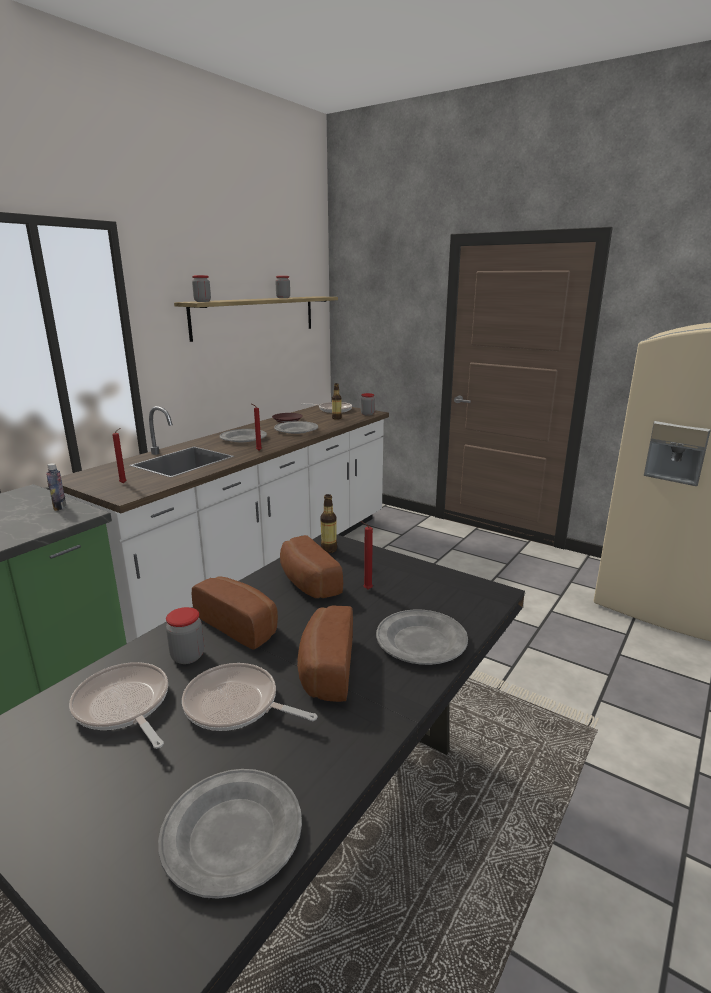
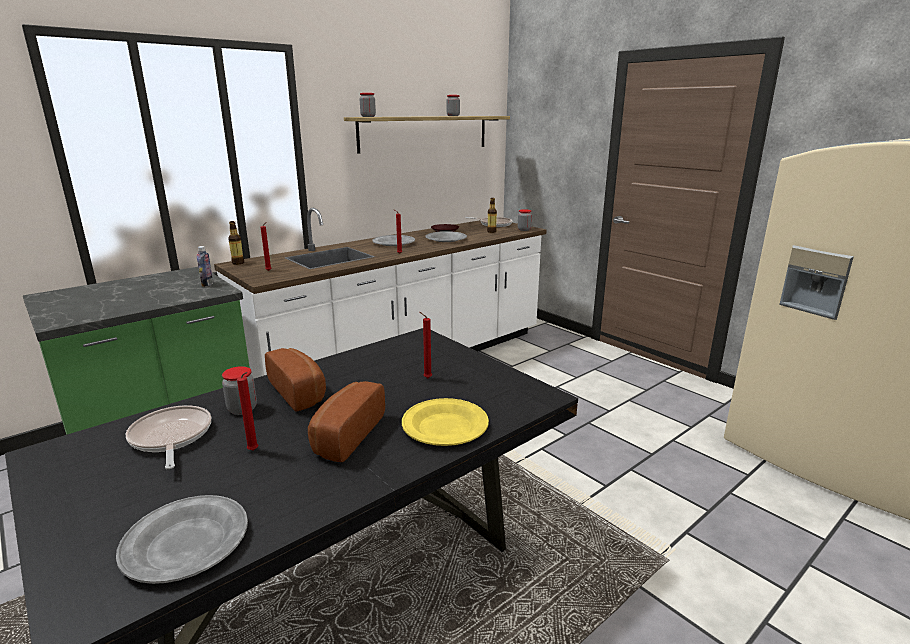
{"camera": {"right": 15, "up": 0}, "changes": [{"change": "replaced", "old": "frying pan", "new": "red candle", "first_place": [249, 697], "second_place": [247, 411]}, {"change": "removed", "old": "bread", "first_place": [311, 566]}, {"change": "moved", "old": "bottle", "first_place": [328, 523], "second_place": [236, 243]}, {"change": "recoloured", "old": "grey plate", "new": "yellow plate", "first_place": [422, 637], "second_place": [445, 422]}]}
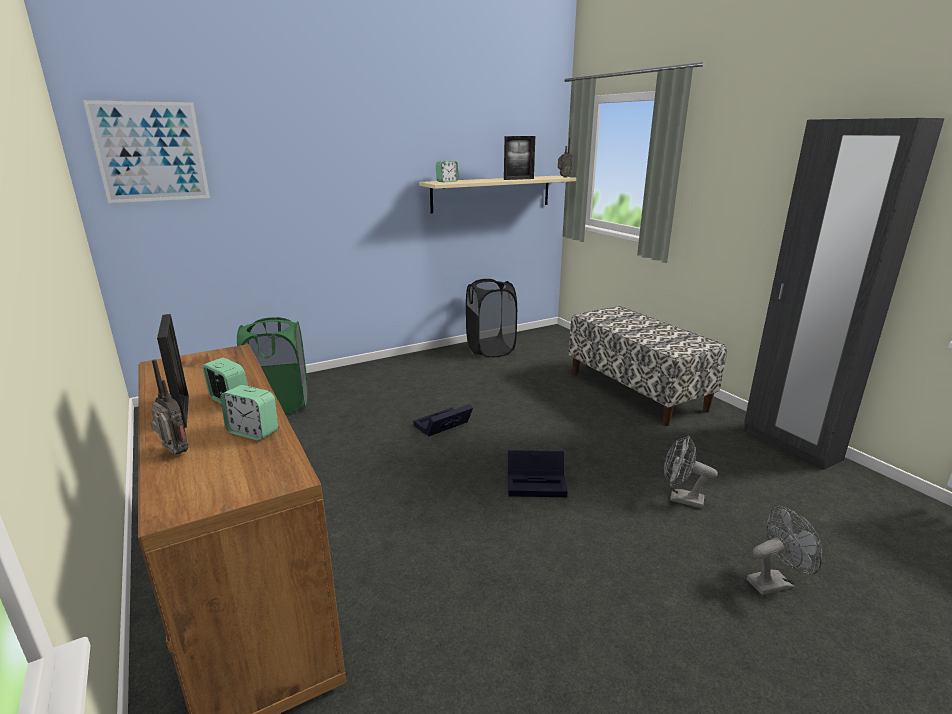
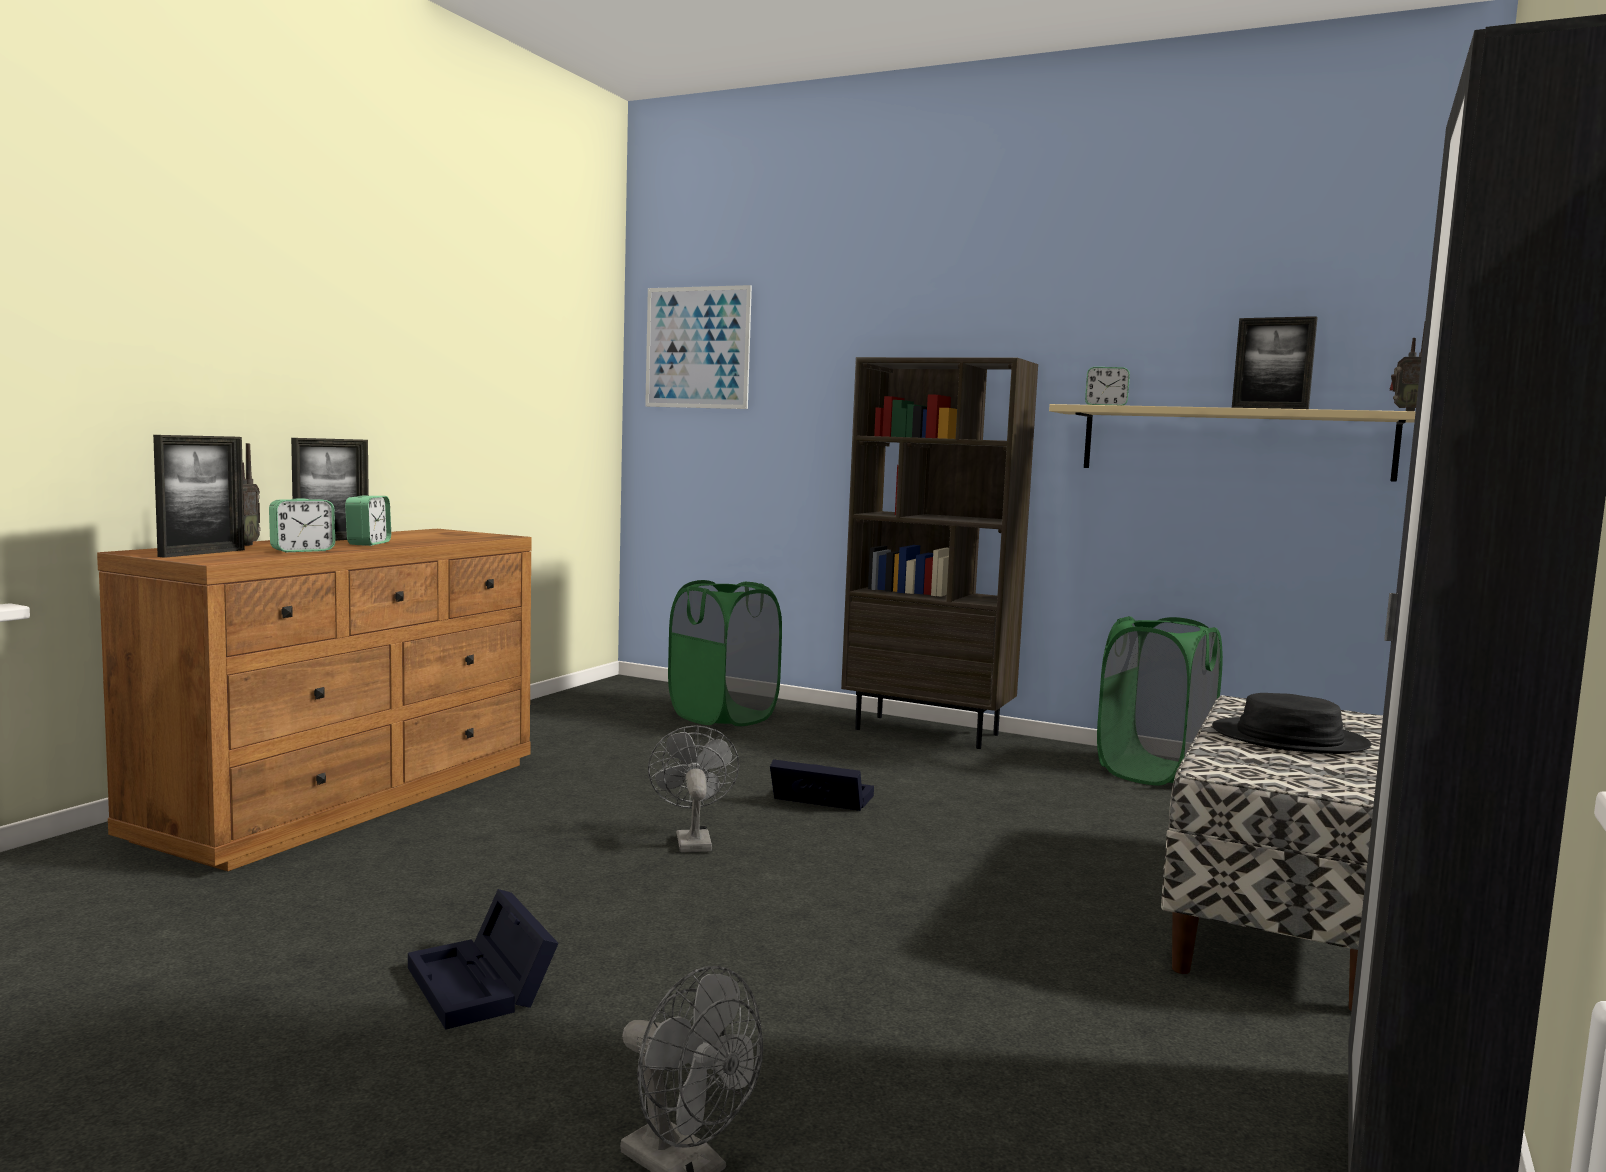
{"camera": {"right": 55, "up": -15}, "changes": [{"change": "turned", "old": "alarm clock", "first_place": [249, 413], "second_place": [302, 525], "degrees": -120}, {"change": "recoloured", "old": "black laundry basket", "new": "green laundry basket", "first_place": [491, 318], "second_place": [1160, 700]}, {"change": "moved", "old": "black storage box", "first_place": [537, 473], "second_place": [483, 959]}, {"change": "moved", "old": "grey fan", "first_place": [691, 471], "second_place": [693, 789]}, {"change": "added", "new": "picture frame", "second_place": [199, 496]}, {"change": "added", "new": "brown bookcase", "second_place": [939, 553]}, {"change": "added", "new": "black hat", "second_place": [1291, 723]}]}
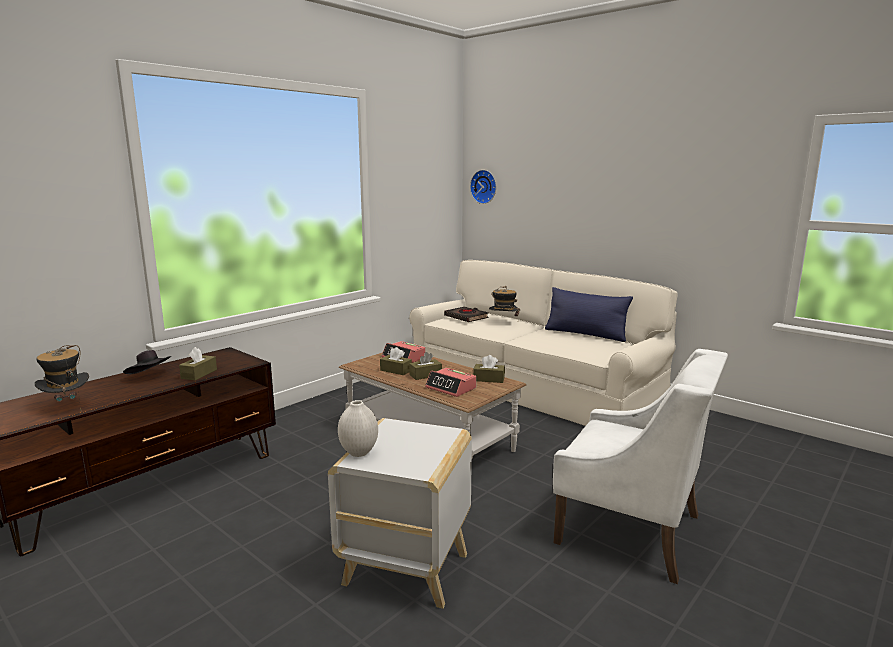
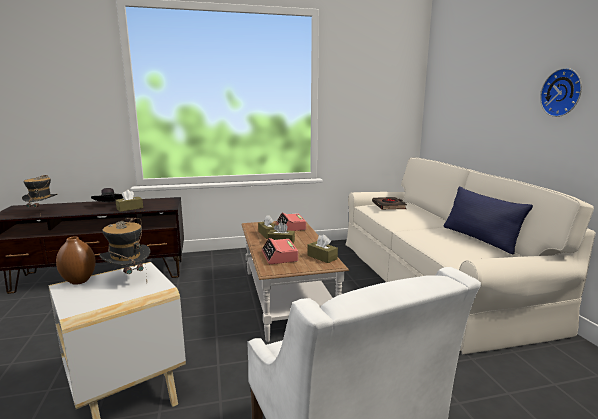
{"camera": {"right": 35, "up": 0}, "changes": [{"change": "recoloured", "old": "white vase", "new": "brown vase", "first_place": [358, 428], "second_place": [76, 261]}, {"change": "moved", "old": "wall clock", "first_place": [483, 187], "second_place": [561, 92]}, {"change": "moved", "old": "hat", "first_place": [504, 301], "second_place": [125, 250]}]}
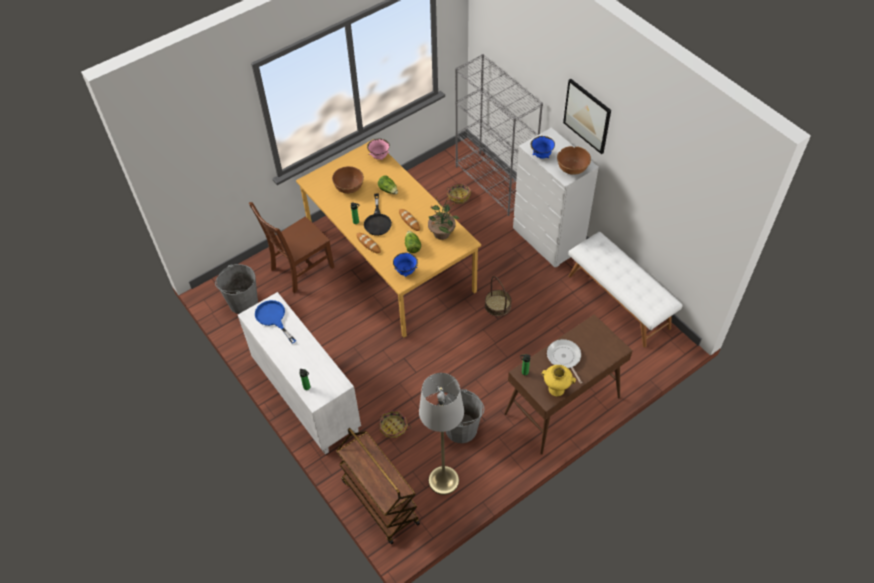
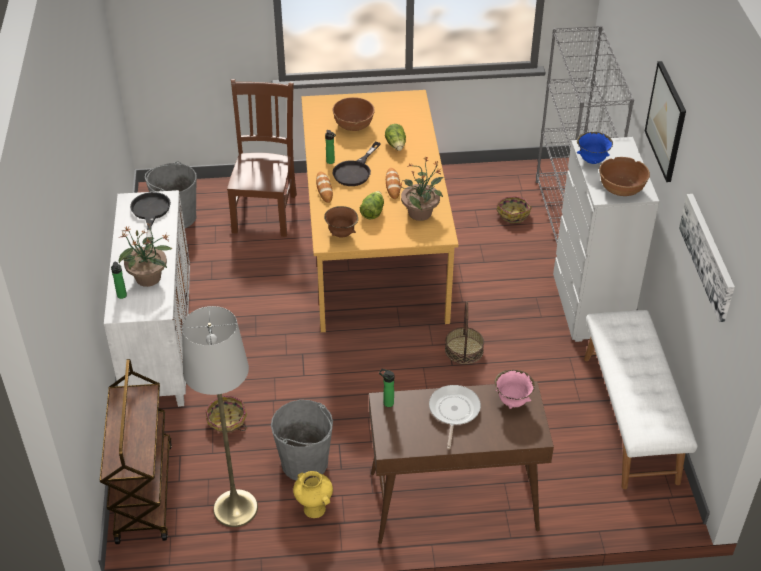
{"camera": {"right": 30, "up": -10}, "changes": [{"change": "turned", "old": "brown chair", "first_place": [291, 247], "second_place": [262, 158], "degrees": 105}, {"change": "recoloured", "old": "blue frying pan", "new": "black frying pan", "first_place": [275, 321], "second_place": [150, 218]}, {"change": "moved", "old": "pink bowl", "first_place": [378, 149], "second_place": [514, 389]}, {"change": "recoloured", "old": "blue bowl", "new": "brown bowl", "first_place": [405, 265], "second_place": [341, 222]}, {"change": "moved", "old": "yellow vase", "first_place": [559, 380], "second_place": [313, 494]}, {"change": "added", "new": "potted plant", "second_place": [145, 255]}, {"change": "added", "new": "picture", "second_place": [707, 258]}]}
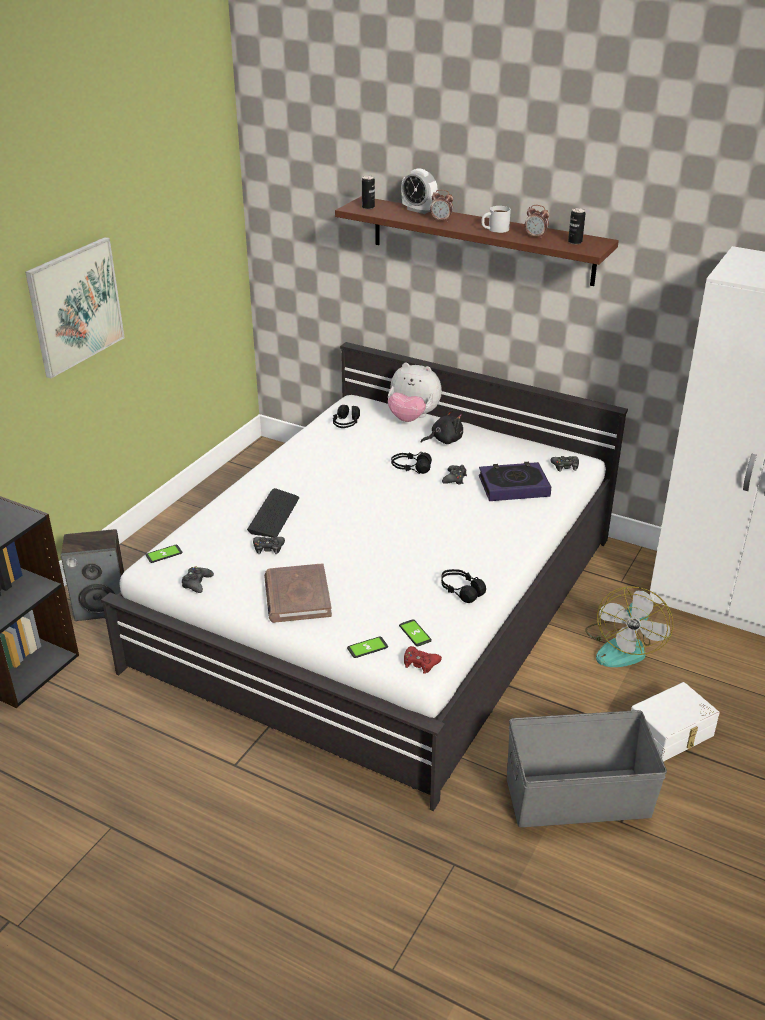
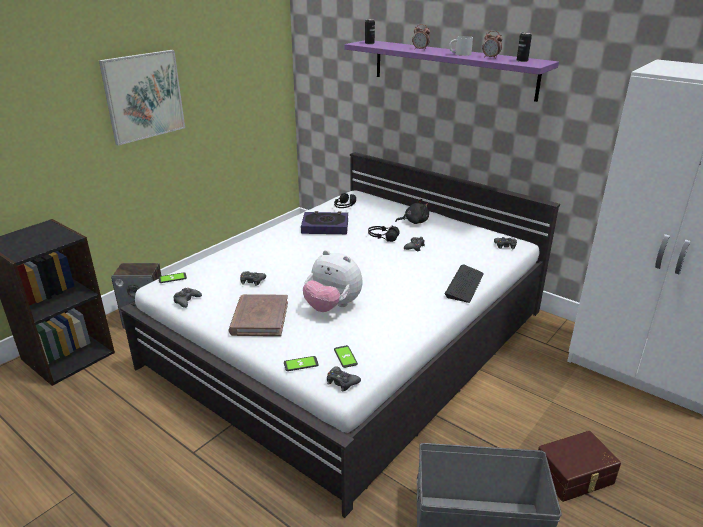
{"camera": {"right": 10, "up": -5}, "changes": [{"change": "moved", "old": "keyboard", "first_place": [273, 512], "second_place": [464, 283]}, {"change": "recoloured", "old": "brown shelf", "new": "purple shelf", "first_place": [477, 241], "second_place": [452, 71]}, {"change": "moved", "old": "plush toy", "first_place": [415, 392], "second_place": [332, 281]}, {"change": "removed", "old": "alarm clock", "first_place": [419, 191]}, {"change": "recoloured", "old": "red game controller", "new": "black game controller", "first_place": [423, 660], "second_place": [344, 379]}, {"change": "removed", "old": "black headphones", "first_place": [463, 586]}, {"change": "moved", "old": "book", "first_place": [515, 481], "second_place": [324, 222]}, {"change": "removed", "old": "fan", "first_place": [629, 626]}, {"change": "recoloured", "old": "white storage box", "new": "brown storage box", "first_place": [675, 722], "second_place": [579, 466]}]}
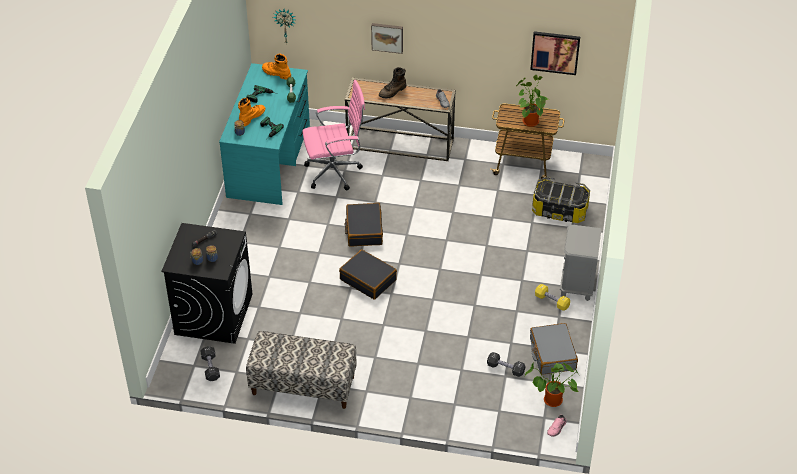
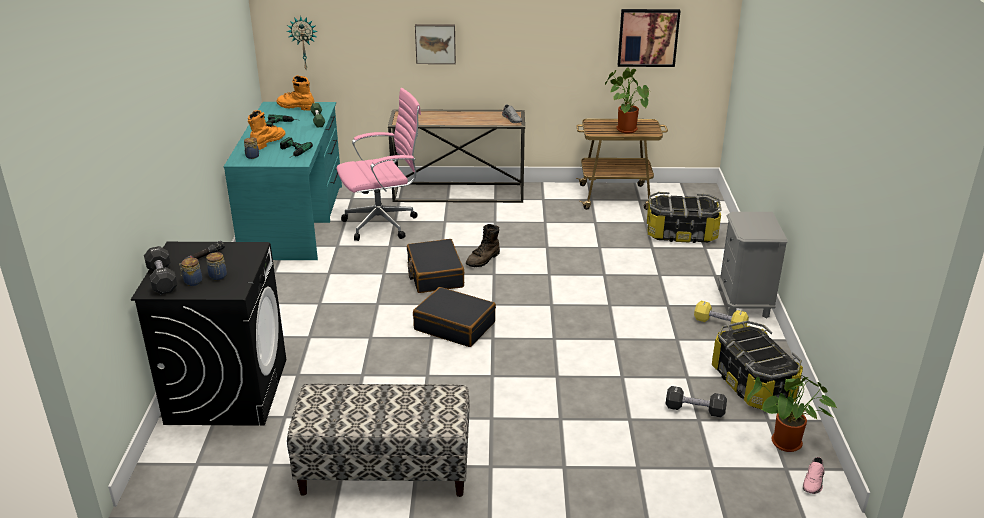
{"camera": {"right": -10, "up": -15}, "changes": [{"change": "moved", "old": "black dumbbell", "first_place": [210, 363], "second_place": [160, 270]}, {"change": "moved", "old": "brown boot", "first_place": [392, 82], "second_place": [483, 245]}, {"change": "replaced", "old": "grey suitcase", "new": "storage box", "first_place": [554, 349], "second_place": [757, 365]}]}
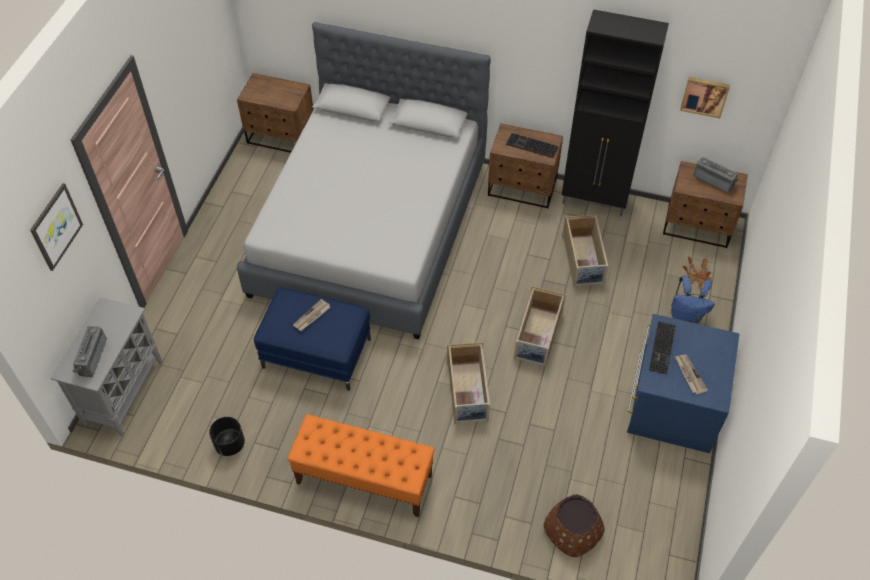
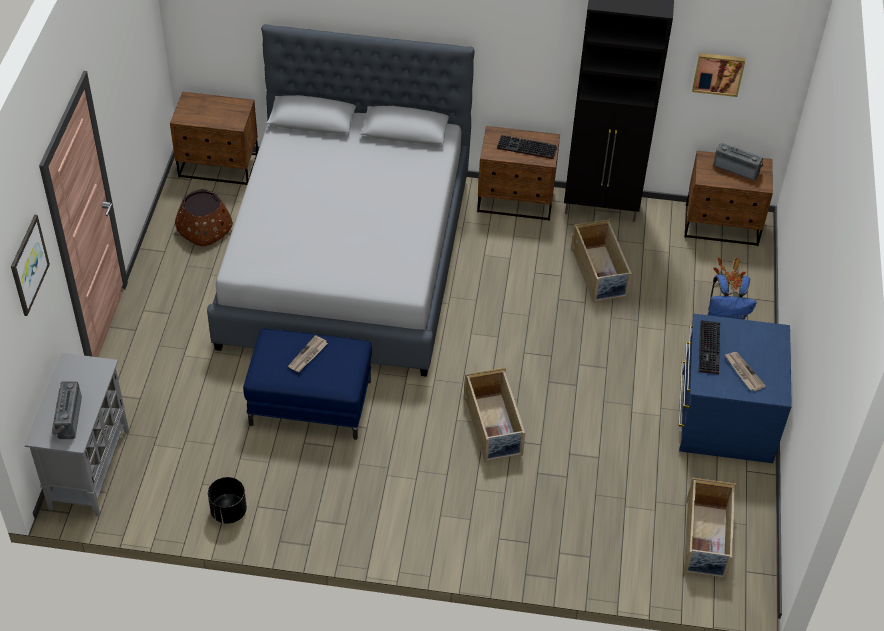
{"camera": {"right": -10, "up": -5}, "changes": [{"change": "removed", "old": "orange bench", "first_place": [361, 465]}, {"change": "moved", "old": "beige storage box", "first_place": [540, 326], "second_place": [710, 528]}, {"change": "moved", "old": "brown planter", "first_place": [574, 526], "second_place": [204, 217]}]}
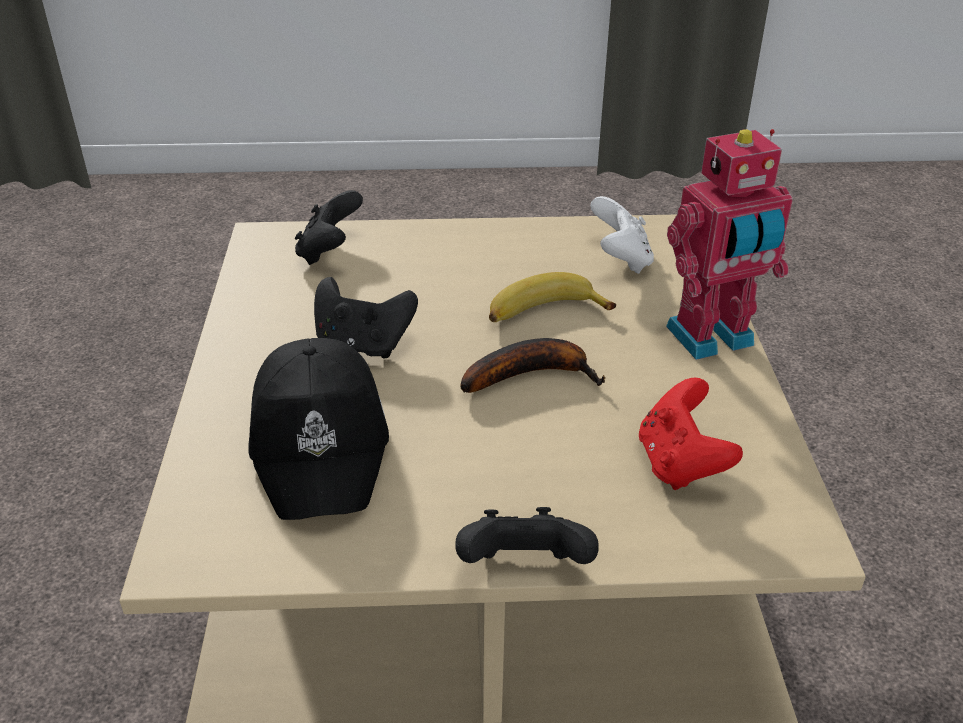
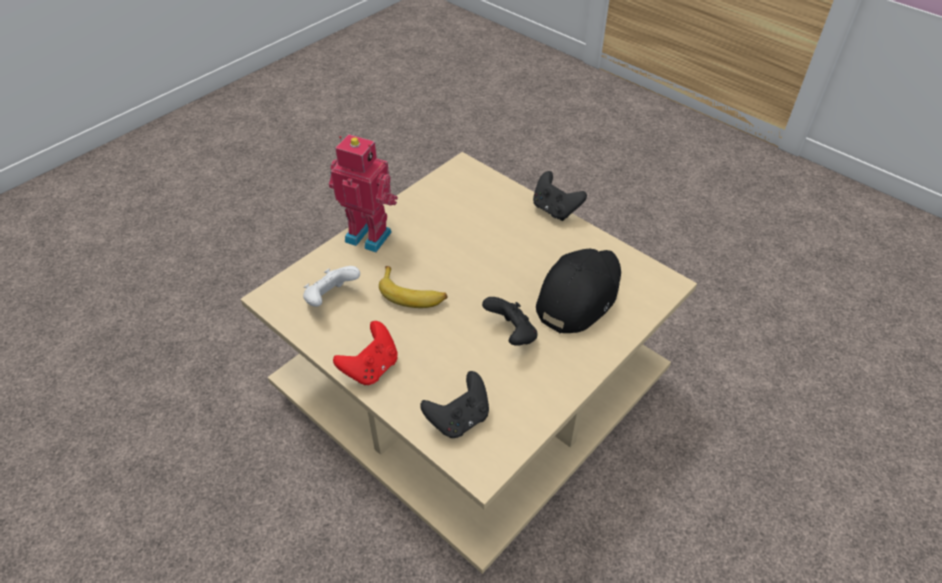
{"camera": {"right": -135, "up": 10}, "changes": [{"change": "removed", "old": "banana", "first_place": [532, 365]}, {"change": "moved", "old": "red game controller", "first_place": [691, 434], "second_place": [365, 353]}]}
